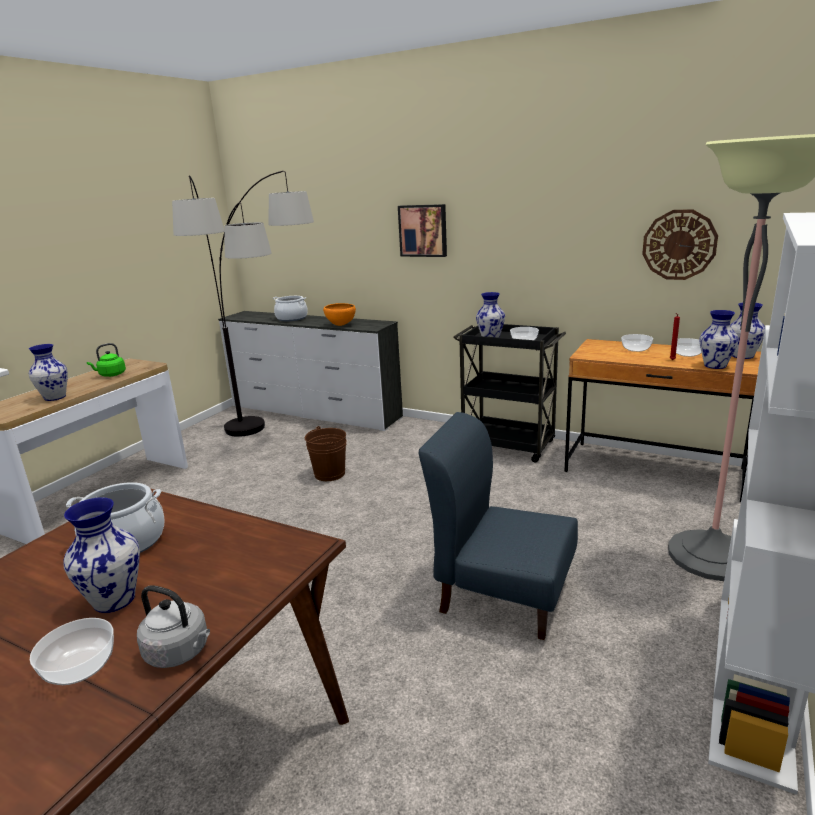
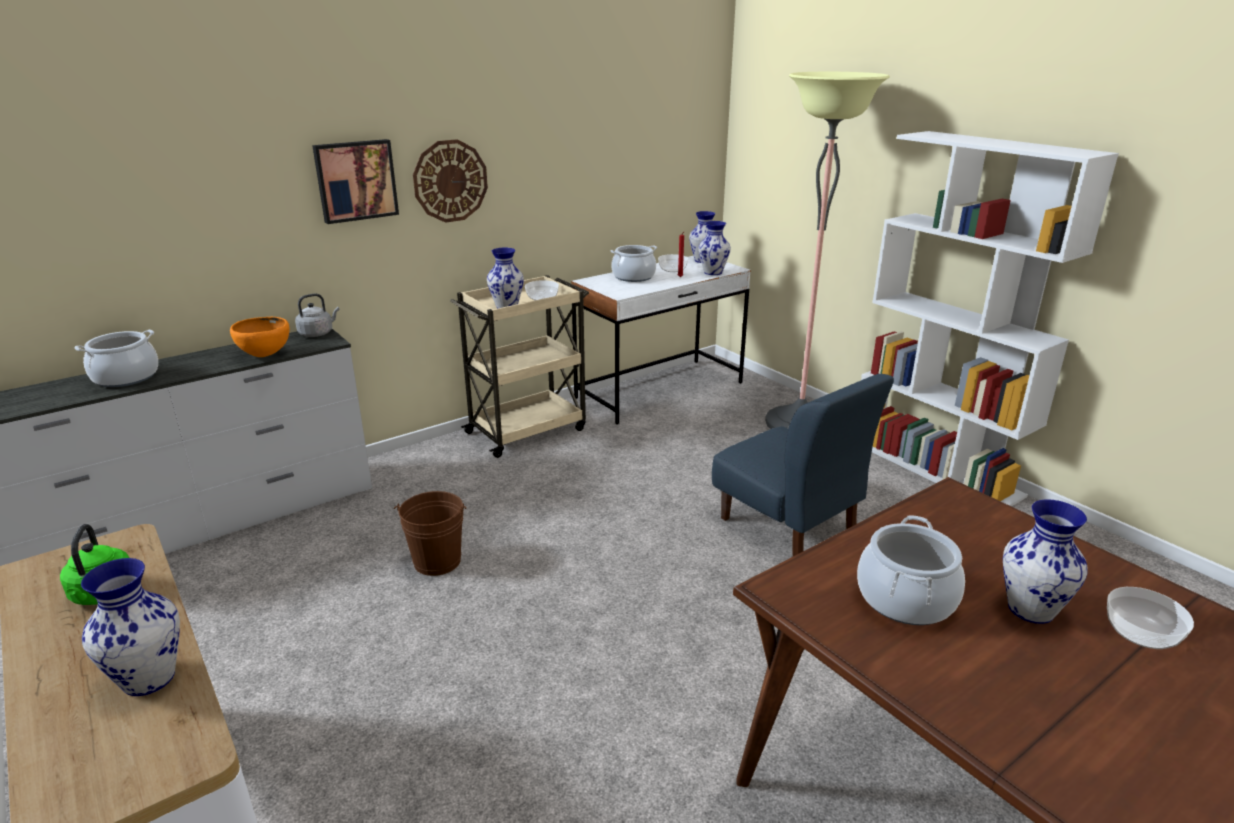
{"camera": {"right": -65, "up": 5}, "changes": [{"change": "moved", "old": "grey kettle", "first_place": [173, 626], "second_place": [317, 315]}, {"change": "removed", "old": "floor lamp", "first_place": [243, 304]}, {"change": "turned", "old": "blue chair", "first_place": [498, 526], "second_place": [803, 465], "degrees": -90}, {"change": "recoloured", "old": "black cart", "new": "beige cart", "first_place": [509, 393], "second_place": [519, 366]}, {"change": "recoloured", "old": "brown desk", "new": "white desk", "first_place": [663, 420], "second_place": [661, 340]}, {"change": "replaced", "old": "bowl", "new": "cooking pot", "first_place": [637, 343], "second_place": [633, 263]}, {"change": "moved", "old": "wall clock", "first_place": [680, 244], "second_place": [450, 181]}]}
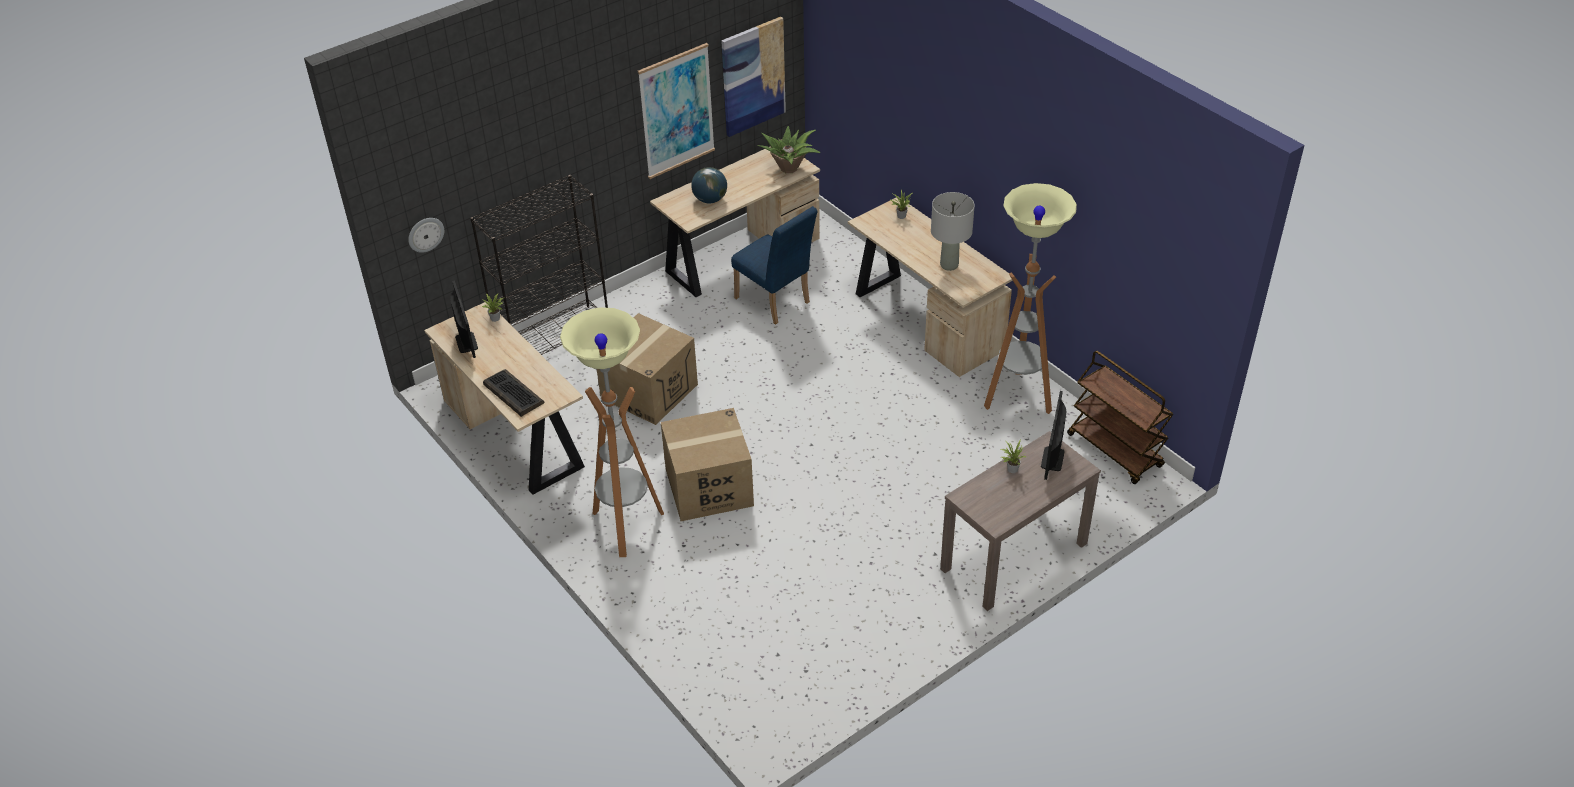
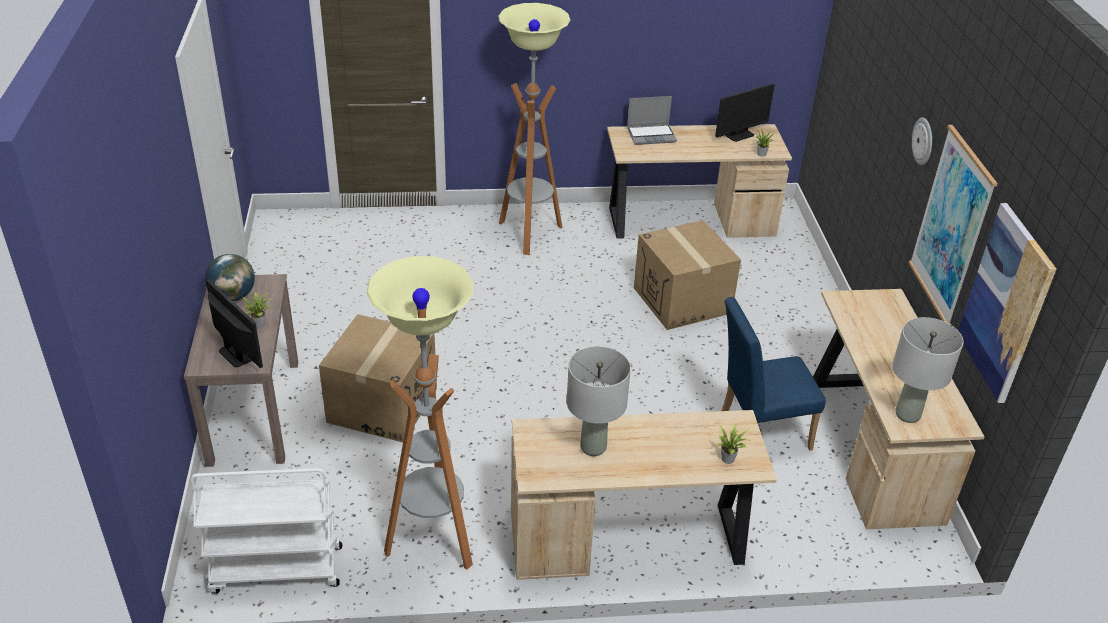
{"camera": {"right": 120, "up": -5}, "changes": [{"change": "moved", "old": "wall clock", "first_place": [426, 235], "second_place": [922, 141]}, {"change": "turned", "old": "monitor", "first_place": [464, 319], "second_place": [744, 113], "degrees": -45}, {"change": "removed", "old": "black bookcase", "first_place": [539, 265]}, {"change": "replaced", "old": "keyboard", "new": "laptop", "first_place": [513, 393], "second_place": [652, 120]}, {"change": "moved", "old": "cardboard box", "first_place": [707, 464], "second_place": [378, 378]}, {"change": "moved", "old": "globe", "first_place": [709, 185], "second_place": [230, 277]}, {"change": "replaced", "old": "potted plant", "new": "grey table lamp", "first_place": [788, 149], "second_place": [928, 370]}, {"change": "recoloured", "old": "brown cart", "new": "white cart", "first_place": [1120, 417], "second_place": [266, 531]}]}
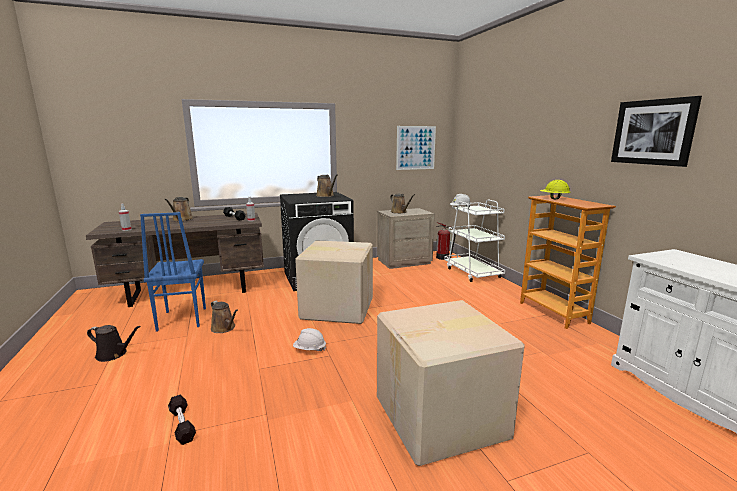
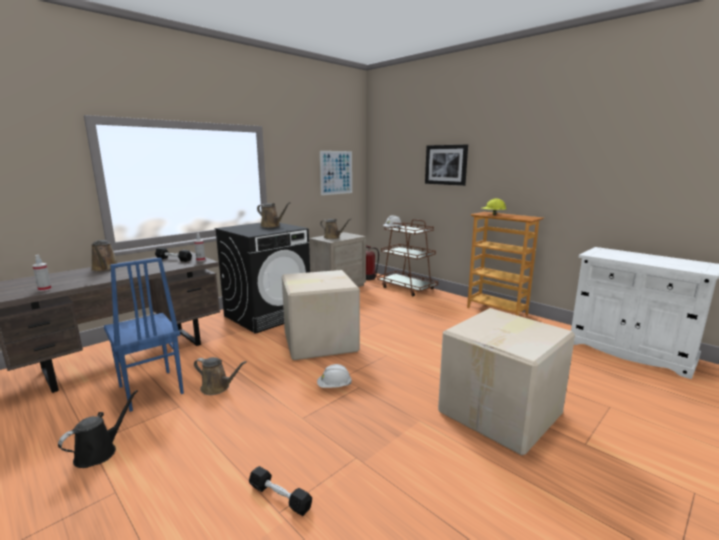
{"camera": {"right": -25, "up": 0}, "changes": [{"change": "turned", "old": "black watering can", "first_place": [114, 343], "second_place": [98, 429], "degrees": -45}, {"change": "recoloured", "old": "white cart", "new": "brown cart", "first_place": [474, 240], "second_place": [407, 257]}, {"change": "moved", "old": "picture", "first_place": [656, 131], "second_place": [446, 165]}]}
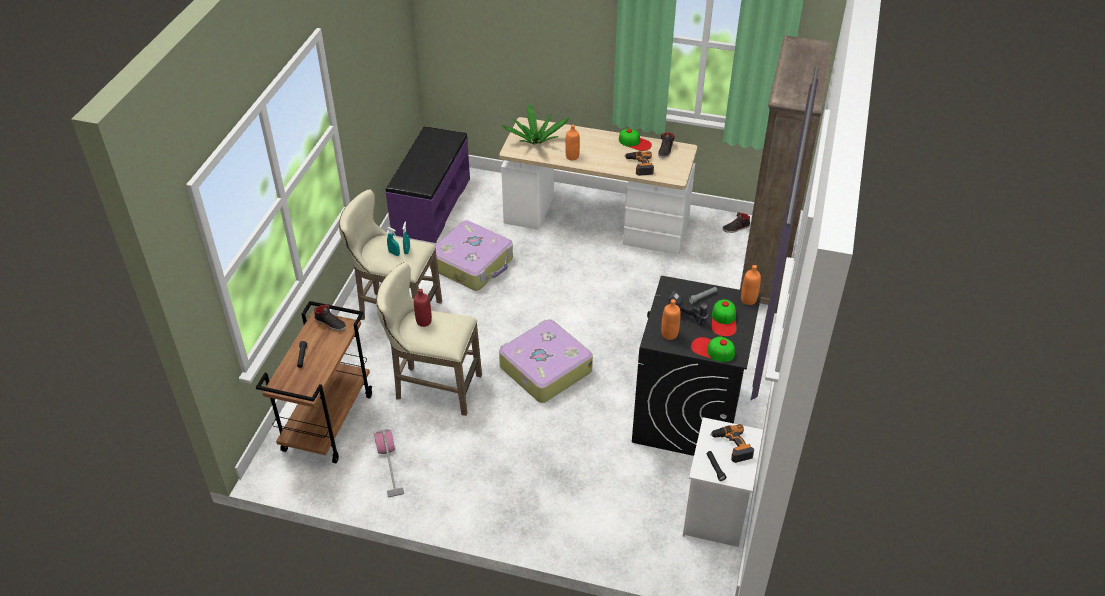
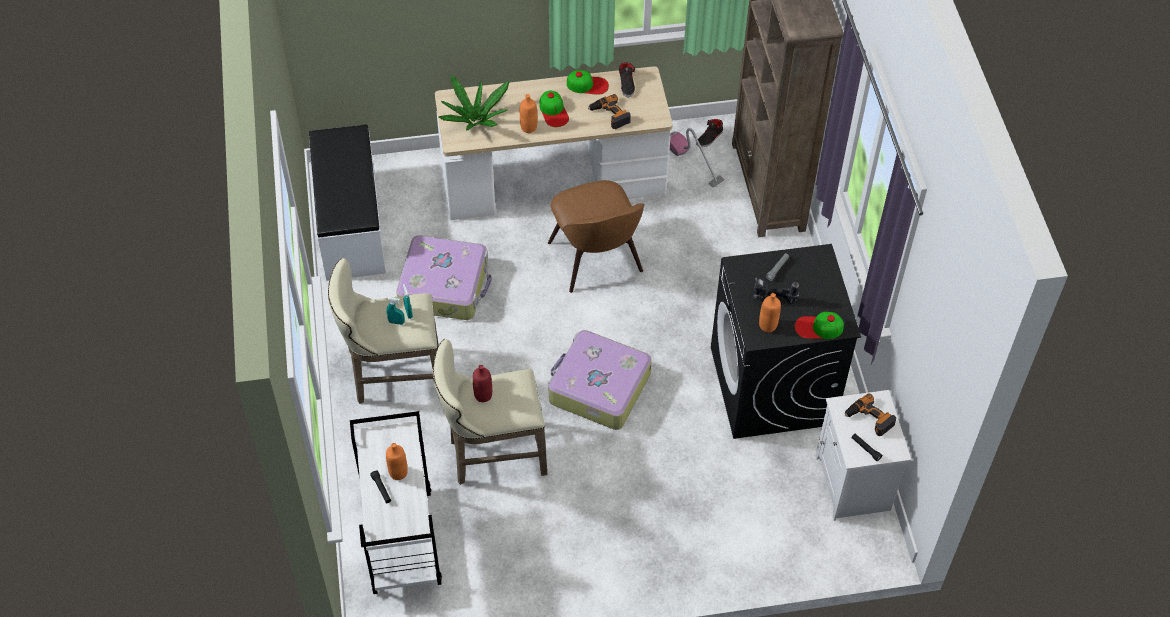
{"camera": {"right": -25, "up": 10}, "changes": [{"change": "recoloured", "old": "brown cart", "new": "white cart", "first_place": [314, 382], "second_place": [396, 502]}, {"change": "removed", "old": "black shoe", "first_place": [330, 317]}, {"change": "moved", "old": "vacuum cleaner", "first_place": [389, 463], "second_place": [697, 157]}, {"change": "recoloured", "old": "purple bench", "new": "white bench", "first_place": [427, 184], "second_place": [347, 202]}, {"change": "moved", "old": "cap", "first_place": [724, 317], "second_place": [554, 109]}, {"change": "moved", "old": "orange bottle", "first_place": [751, 285], "second_place": [397, 461]}, {"change": "added", "new": "brown chair", "second_place": [596, 236]}]}
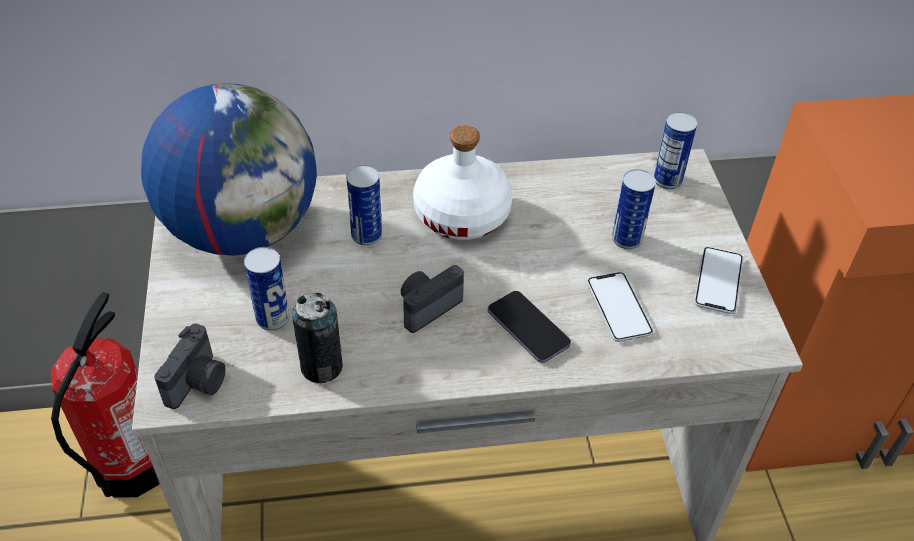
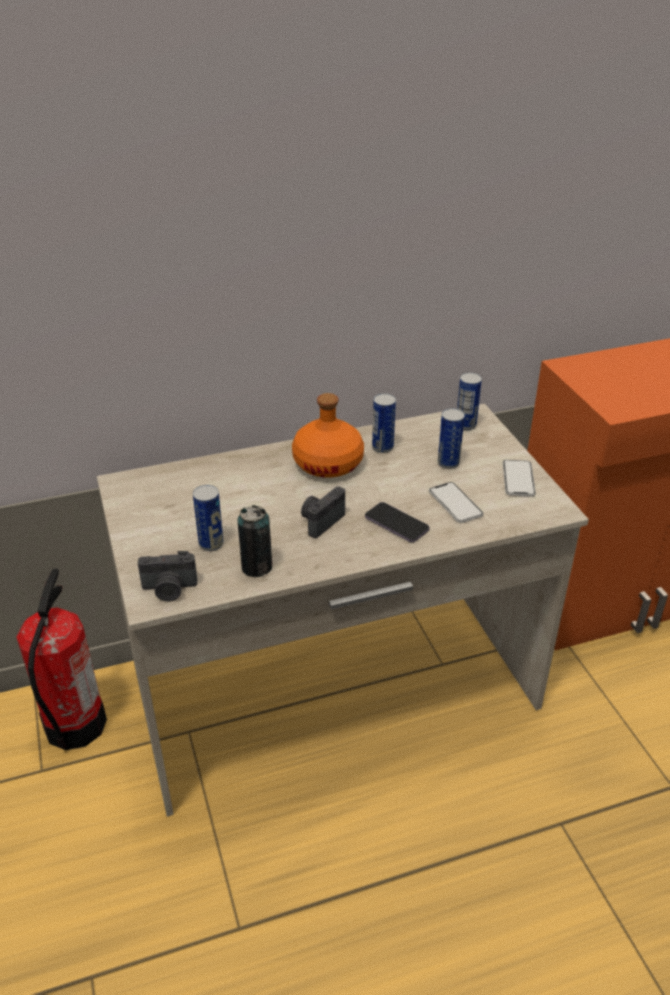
{"camera": {"right": -10, "up": -10}, "changes": [{"change": "removed", "old": "globe", "first_place": [229, 169]}, {"change": "turned", "old": "photo camera", "first_place": [190, 366], "second_place": [167, 576], "degrees": 75}, {"change": "moved", "old": "can", "first_place": [364, 205], "second_place": [384, 423]}, {"change": "recoloured", "old": "white bottle", "new": "orange bottle", "first_place": [463, 183], "second_place": [328, 435]}]}
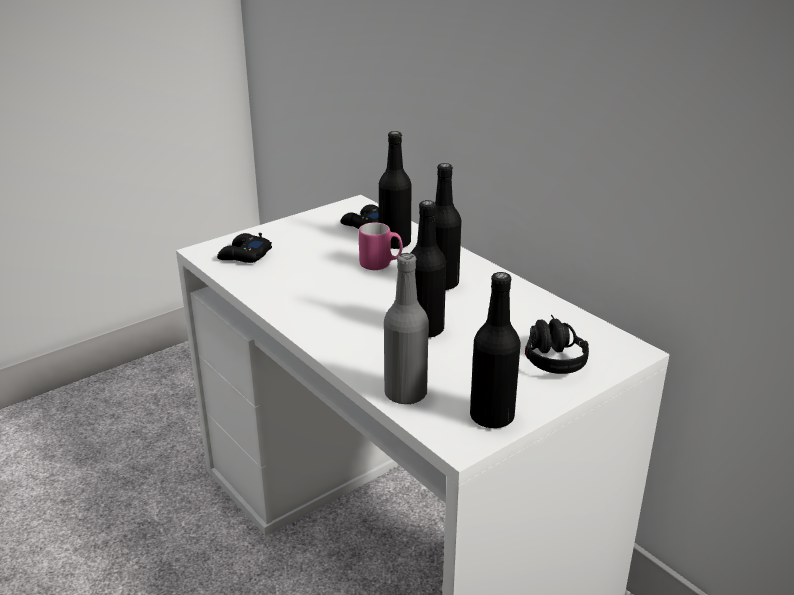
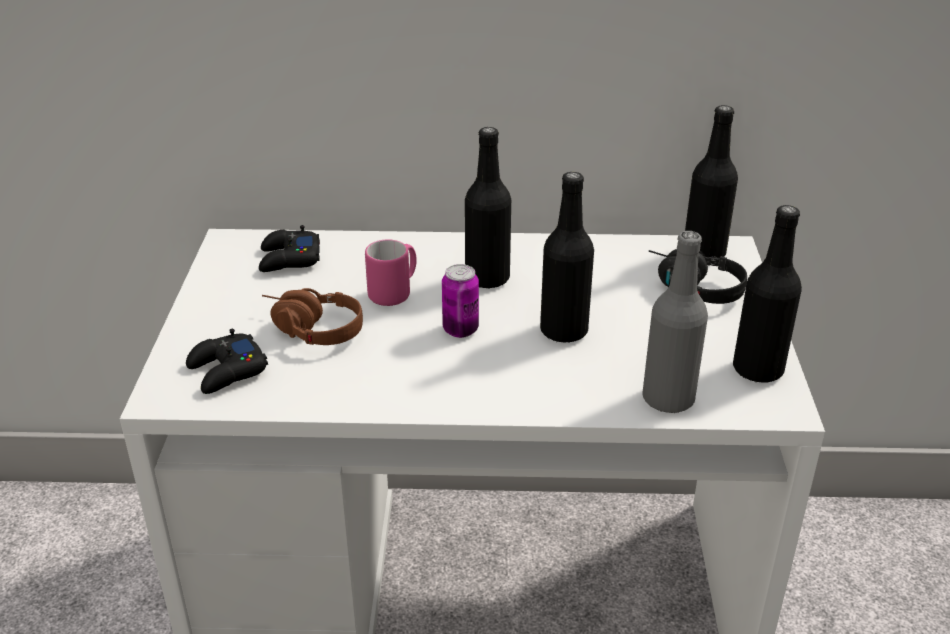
{"camera": {"right": -50, "up": 5}, "changes": [{"change": "moved", "old": "black bottle", "first_place": [395, 190], "second_place": [711, 181]}, {"change": "added", "new": "brown headphones", "second_place": [312, 316]}, {"change": "added", "new": "can", "second_place": [460, 301]}]}
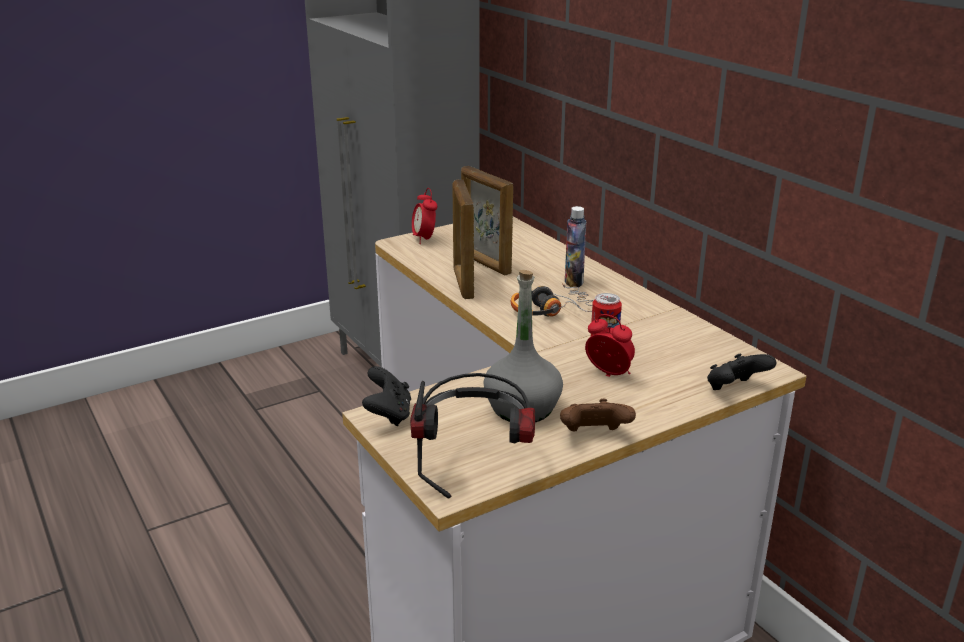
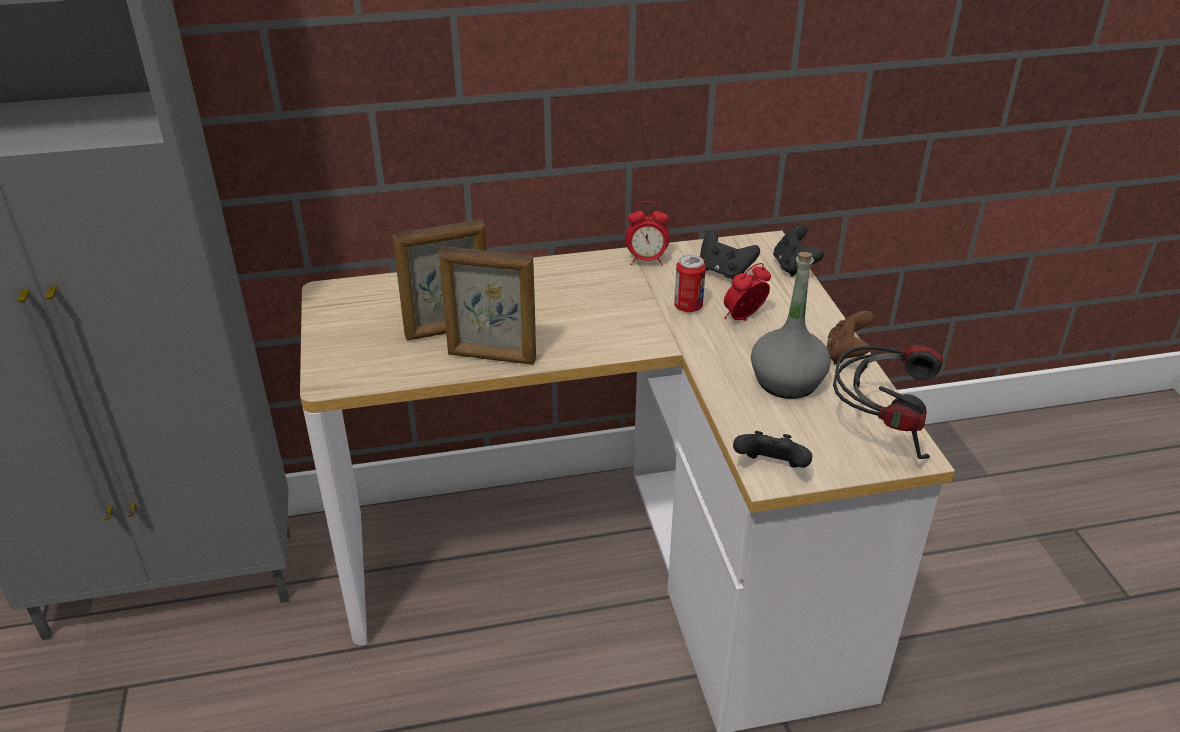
{"camera": {"right": -70, "up": 10}, "changes": [{"change": "moved", "old": "alarm clock", "first_place": [424, 216], "second_place": [647, 233]}, {"change": "removed", "old": "headphones", "first_place": [552, 300]}, {"change": "removed", "old": "bottle", "first_place": [576, 246]}, {"change": "added", "new": "black game controller", "second_place": [730, 254]}]}
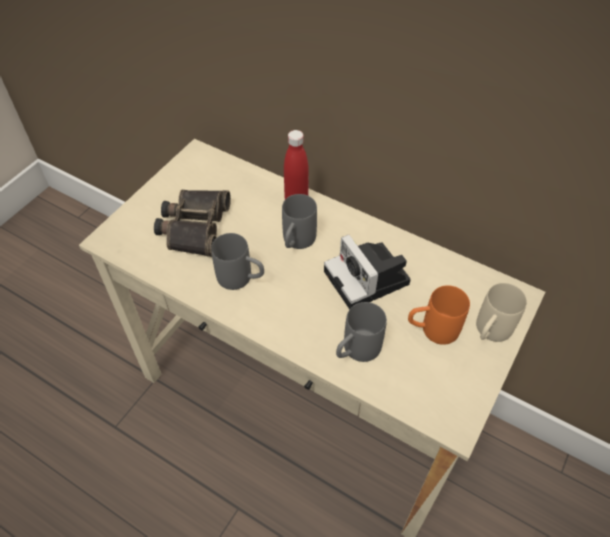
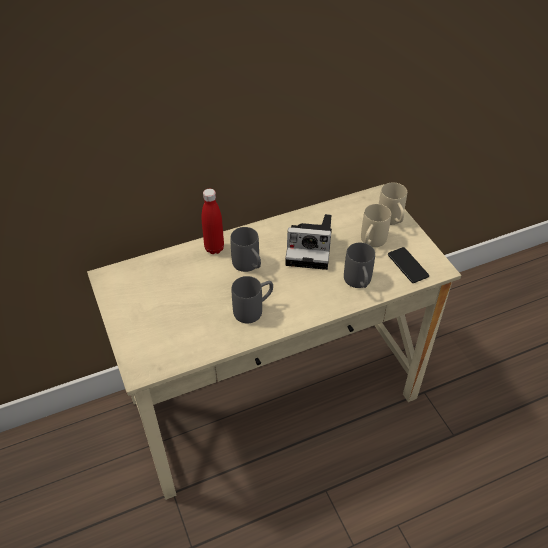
{"camera": {"right": -55, "up": -5}, "changes": [{"change": "removed", "old": "binoculars", "first_place": [192, 223]}, {"change": "recoloured", "old": "orange mug", "new": "beige mug", "first_place": [439, 315], "second_place": [376, 225]}, {"change": "added", "new": "phone", "second_place": [408, 265]}]}
